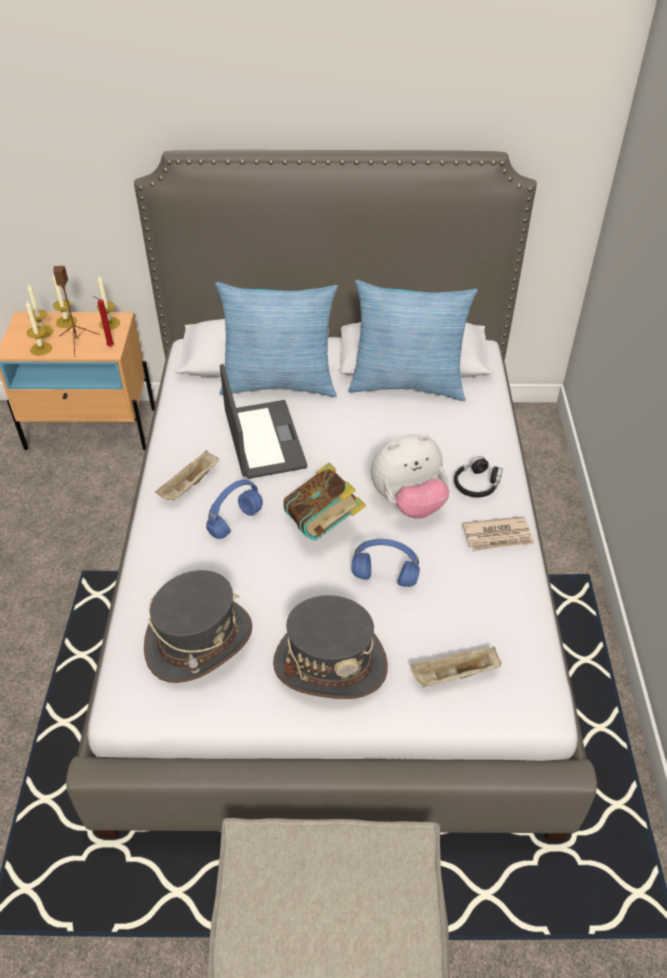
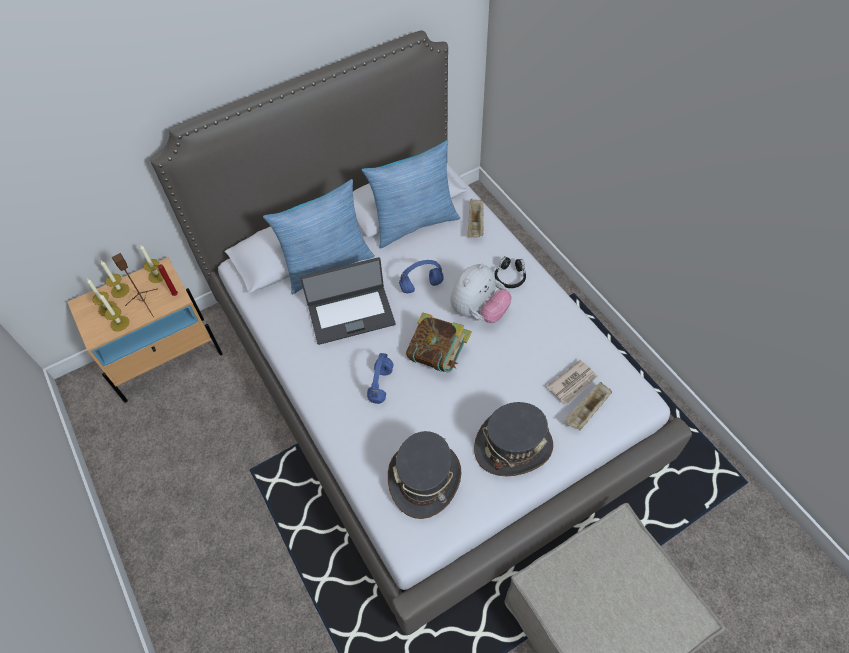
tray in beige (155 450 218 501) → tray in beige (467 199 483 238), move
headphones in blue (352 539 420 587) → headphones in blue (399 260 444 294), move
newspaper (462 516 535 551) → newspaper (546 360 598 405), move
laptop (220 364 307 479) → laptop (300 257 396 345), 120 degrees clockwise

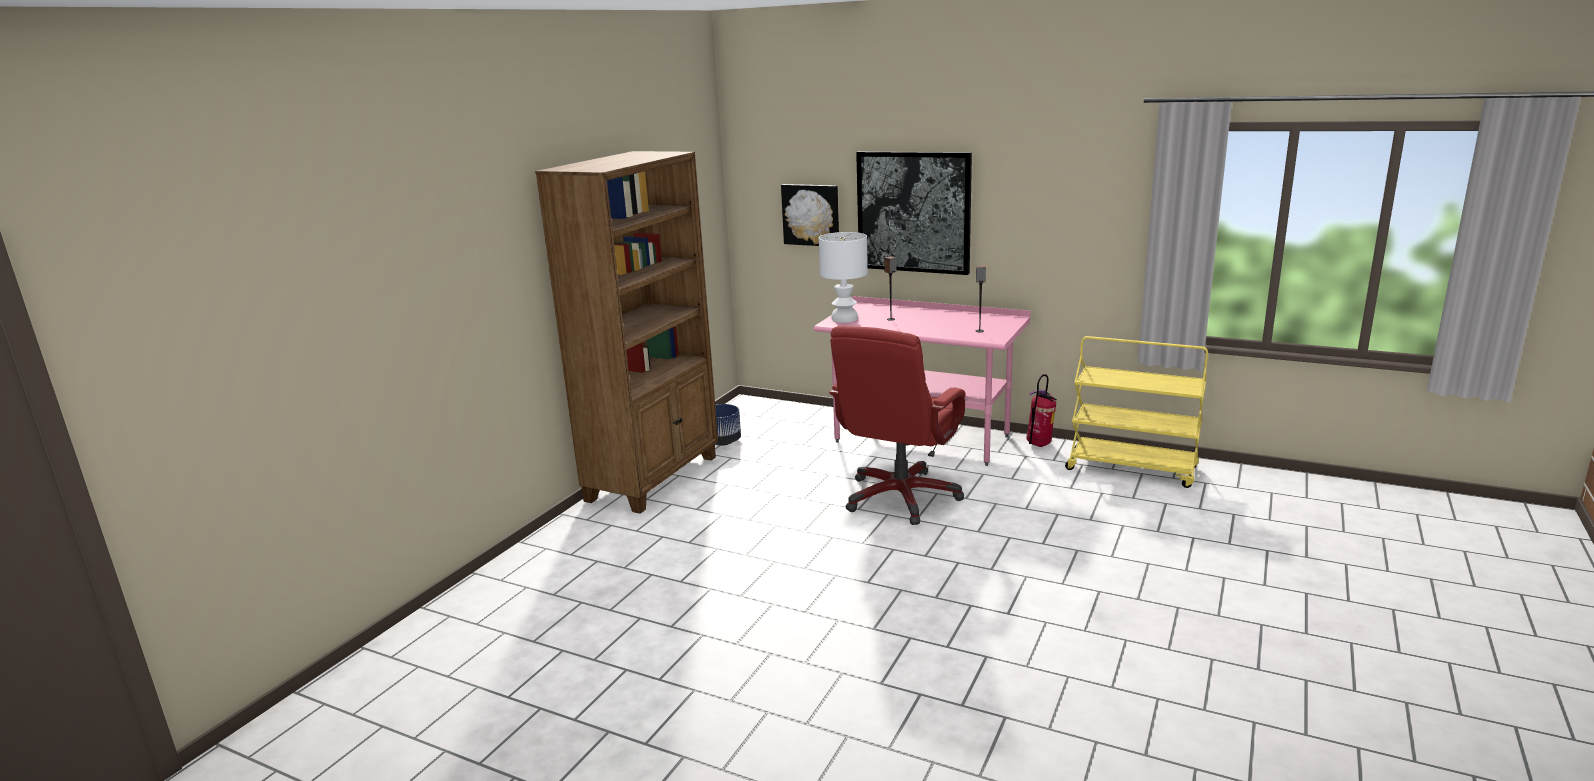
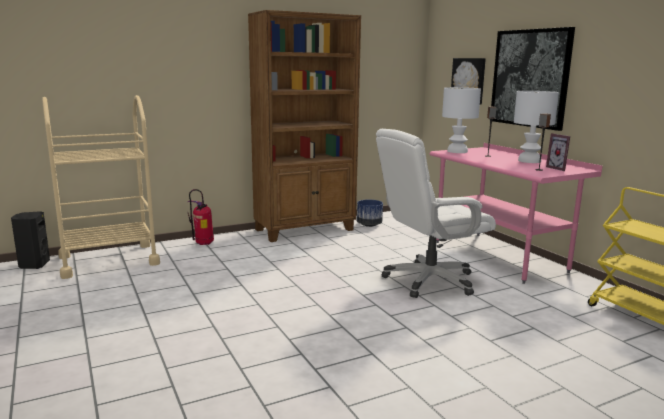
- → speaker in black (11 211 50 269)
- → cart in beige (42 95 160 279)
- → table lamp in white (514 91 559 163)
- → picture frame (546 133 570 171)
fire extinguisher (1026 374 1057 447) → fire extinguisher (187 189 214 245), move
office chair in red (829 326 966 525) → office chair in white (376 129 496 298)

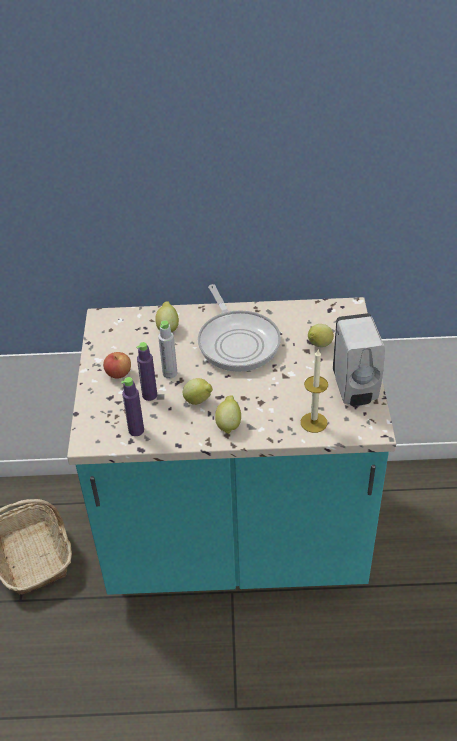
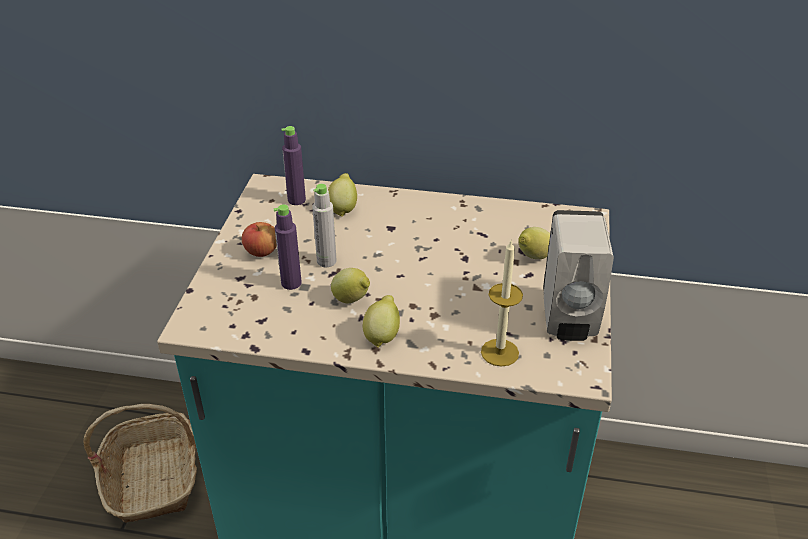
frying pan (198 284 281 372) → -
bottle in purple (121 377 144 436) → bottle in purple (281 126 306 205), move

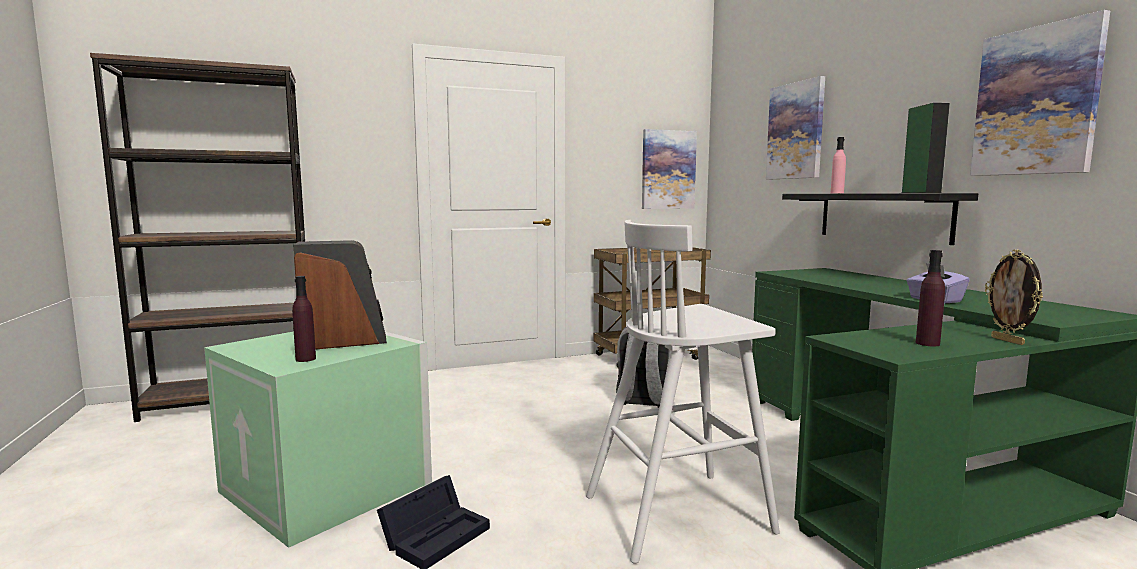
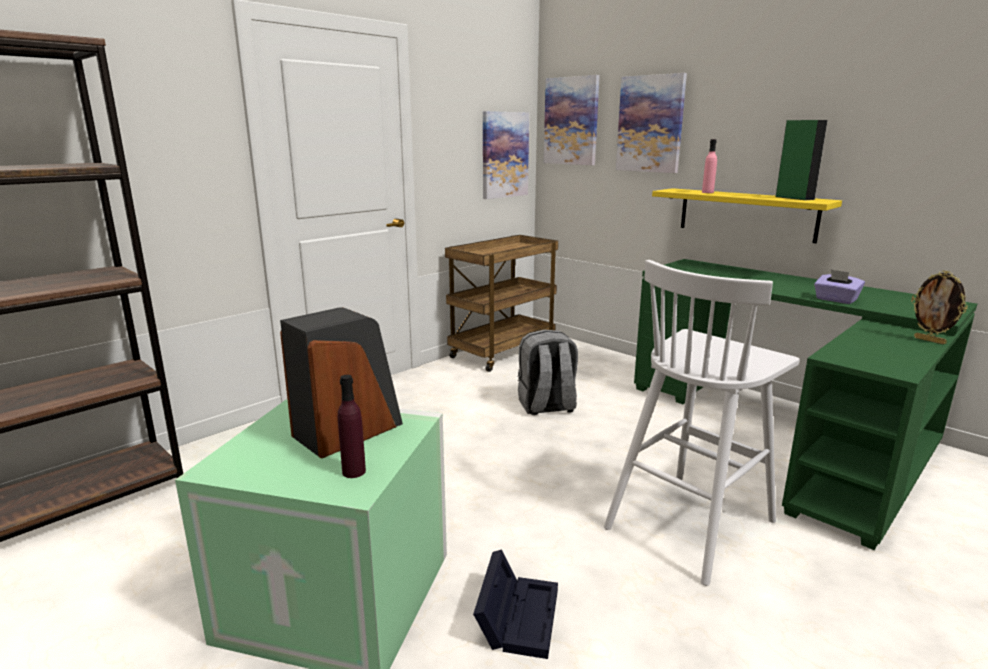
bottle in purple (916 250 945 346) → -
picture (970 10 1110 176) → picture (544 75 600 165), move
shelf in black (782 193 978 245) → shelf in yellow (652 188 842 243)

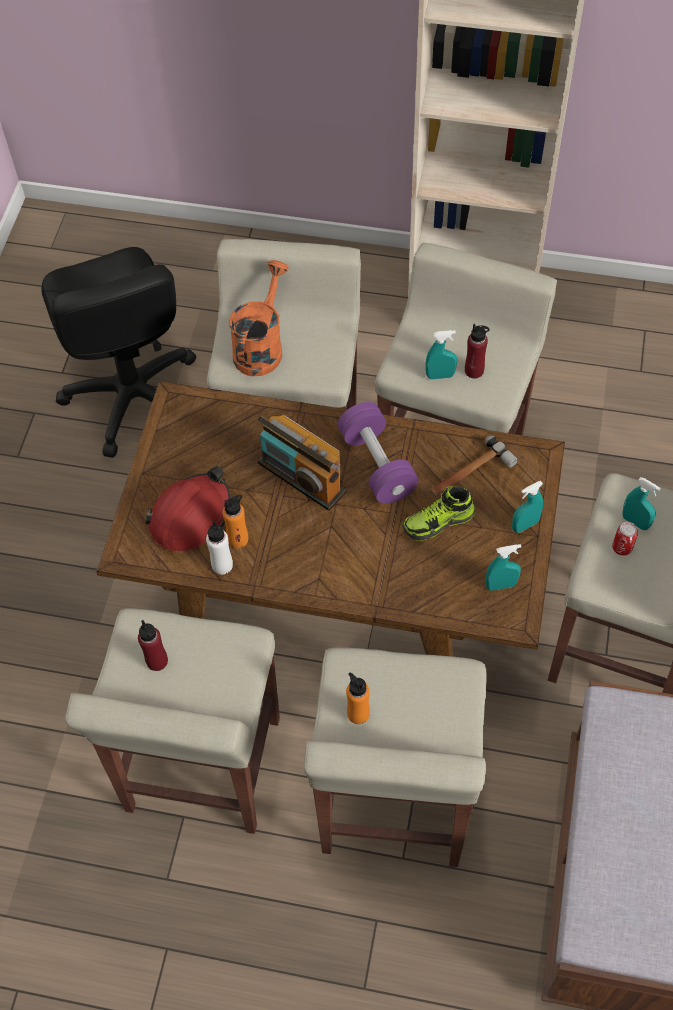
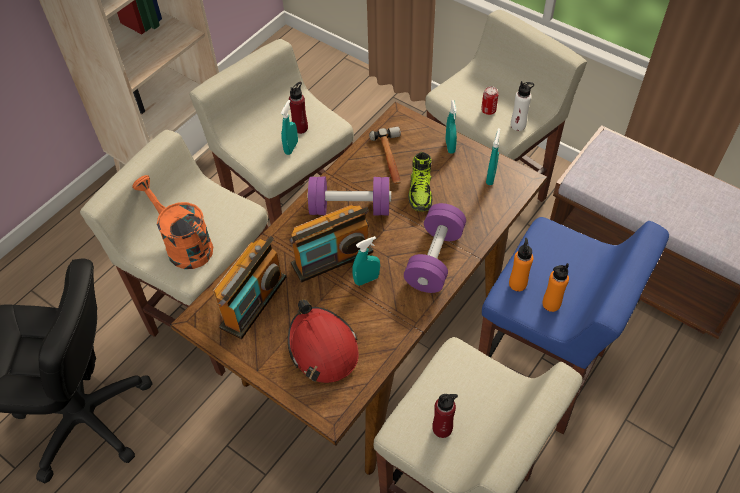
- → radio (213 236 286 339)
- → dumbbell in purple (404 203 466 293)
bottle in white (206 520 233 575) → bottle in white (511 81 534 131), move
bottle in orange (222 495 248 548) → bottle in orange (509 238 533 291), move
spray bottle in turquoise (622 477 661 530) → spray bottle in turquoise (352 236 380 286), move
stool in beige (304 648 486 867) → stool in blue (479 217 669 434)

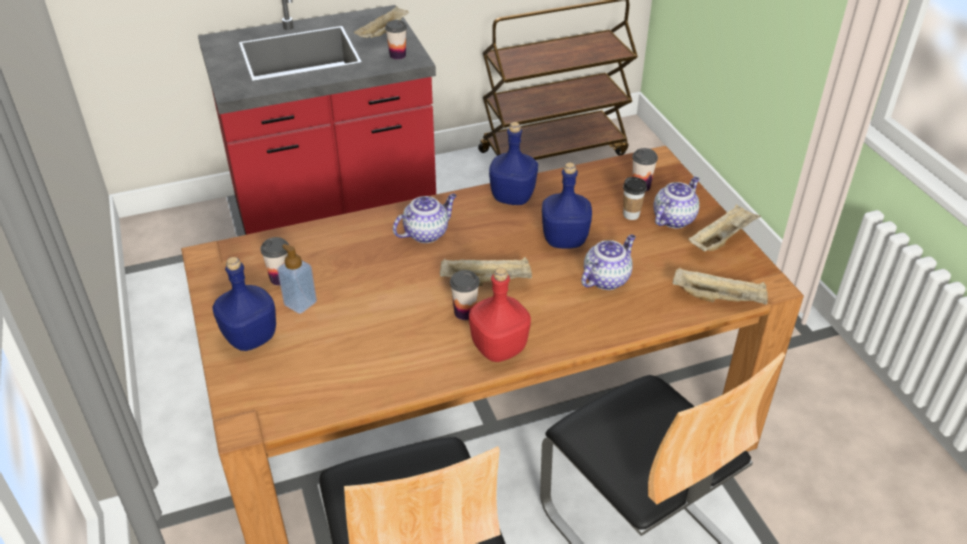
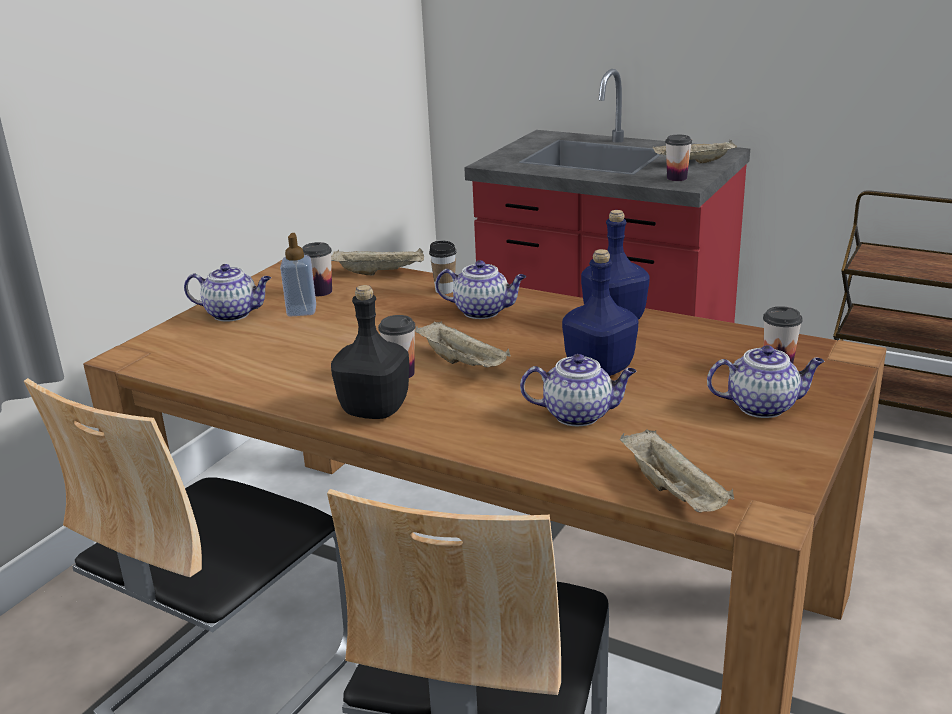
cup (623 177 647 220) → cup (429 240 457 294), move
tray in beige (688 204 761 251) → tray in beige (331 248 424 275), move
bottle in blue (212 257 276 351) → teapot (184 264 271 322)
bottle in red (469 267 531 362) → bottle in black (331 285 409 419)

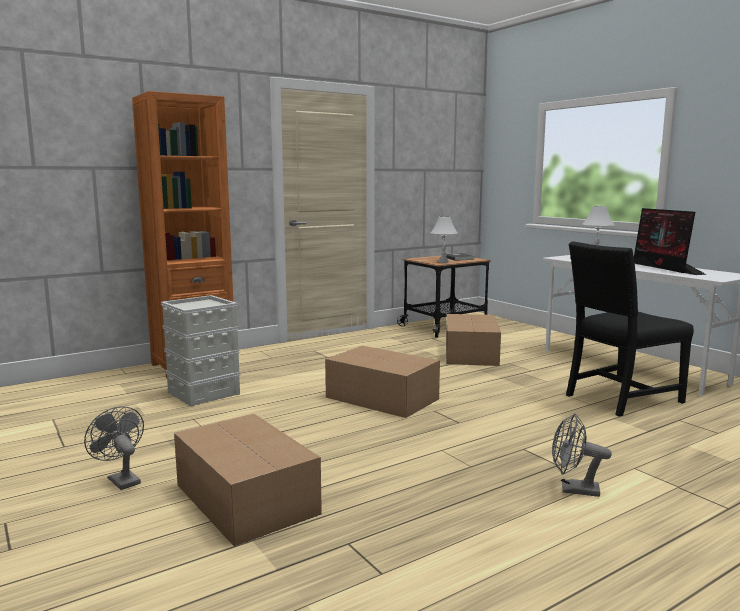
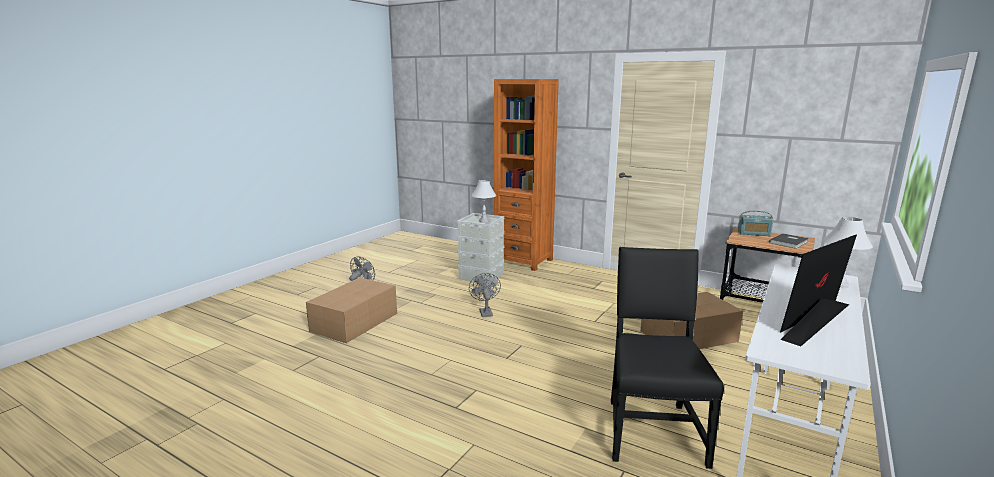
cardboard box (325 346 440 418) → -
- → radio (738 211 773 236)
table lamp in white (431 216 458 263) → table lamp in white (471 180 496 223), move
fan in grey (552 414 612 497) → fan in grey (469 273 501 317), move
chair in black (566 241 694 416) → chair in black (611 247 724 469), 60 degrees clockwise

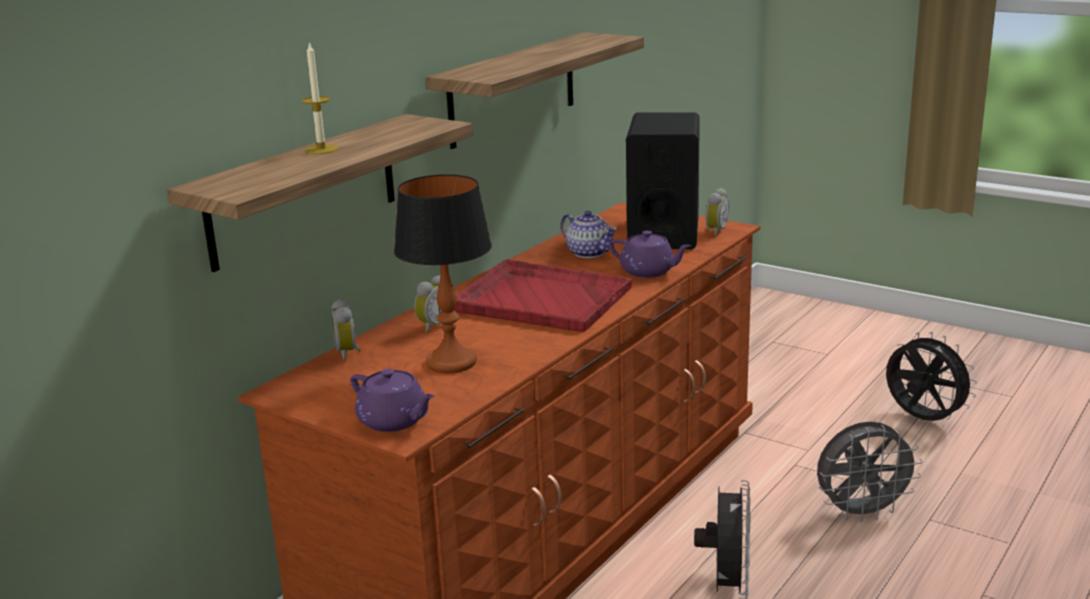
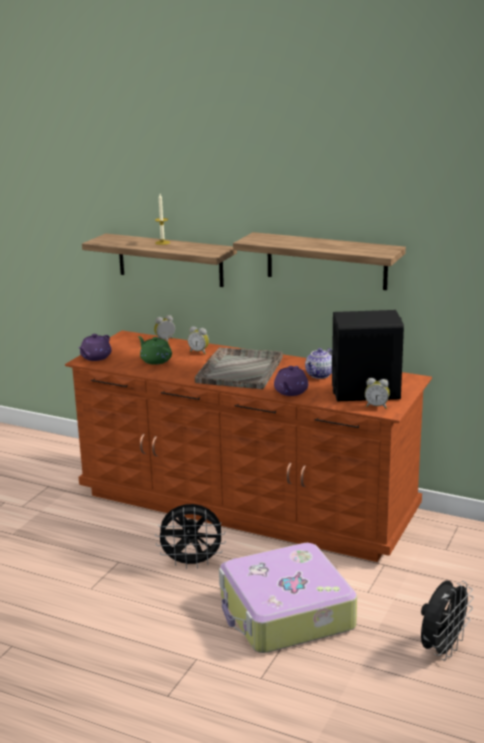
table lamp (394 174 492 373) → teapot in green (138 336 172 365)
fan in grey (817 421 923 522) → suitcase (219 543 357 653)
tray in red (454 259 632 332) → tray in grey (195 347 283 389)

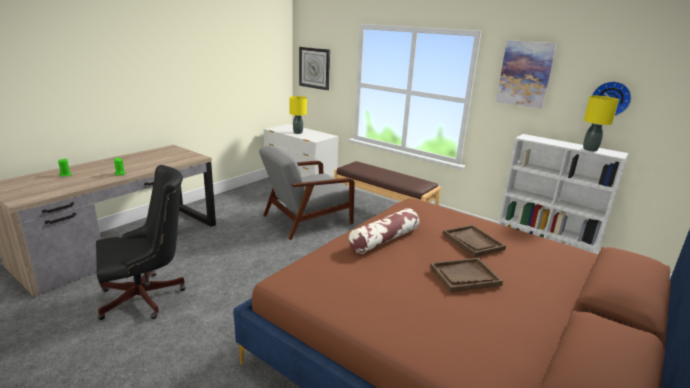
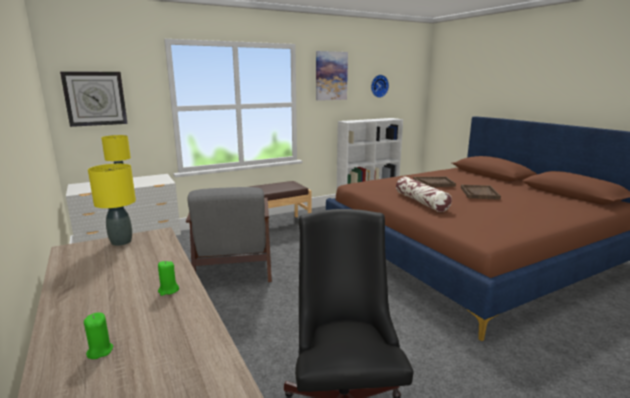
table lamp in yellow (583 96 619 151) → table lamp in yellow (88 164 136 246), move

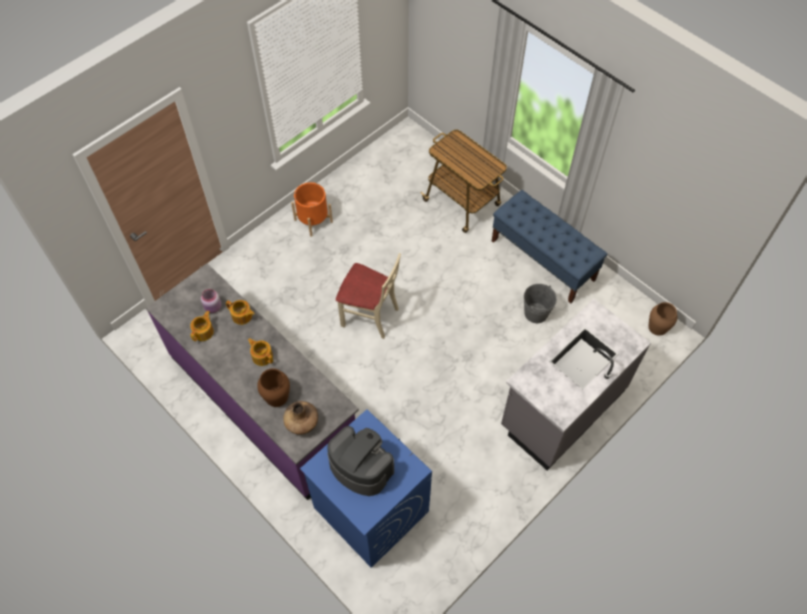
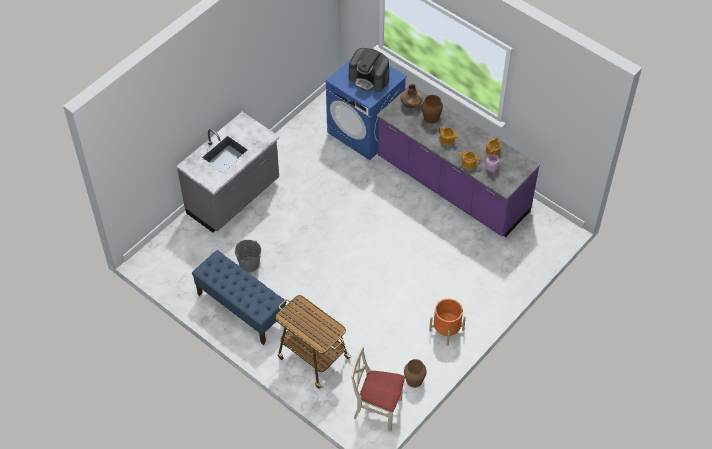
chair in beige (336 253 401 339) → chair in beige (351 346 405 432), move
vase in brown (648 302 677 336) → vase in brown (404 359 427 388), move

